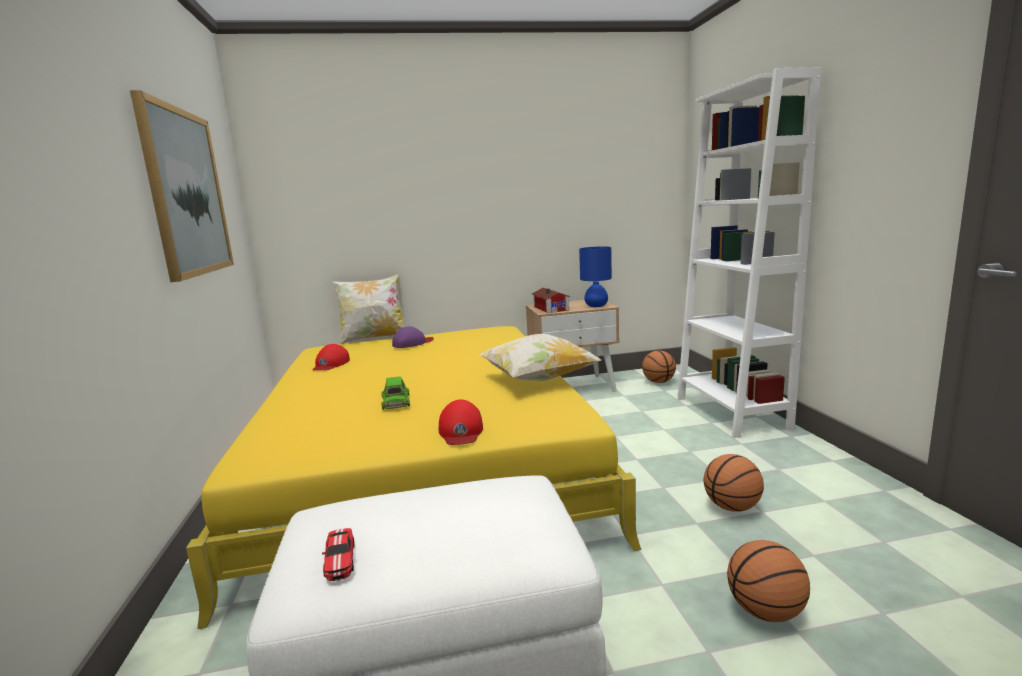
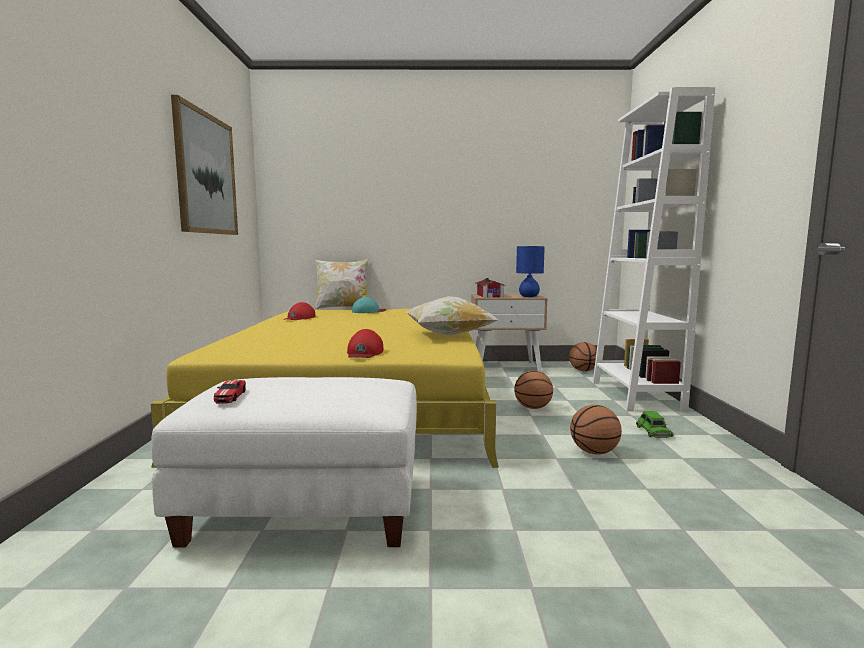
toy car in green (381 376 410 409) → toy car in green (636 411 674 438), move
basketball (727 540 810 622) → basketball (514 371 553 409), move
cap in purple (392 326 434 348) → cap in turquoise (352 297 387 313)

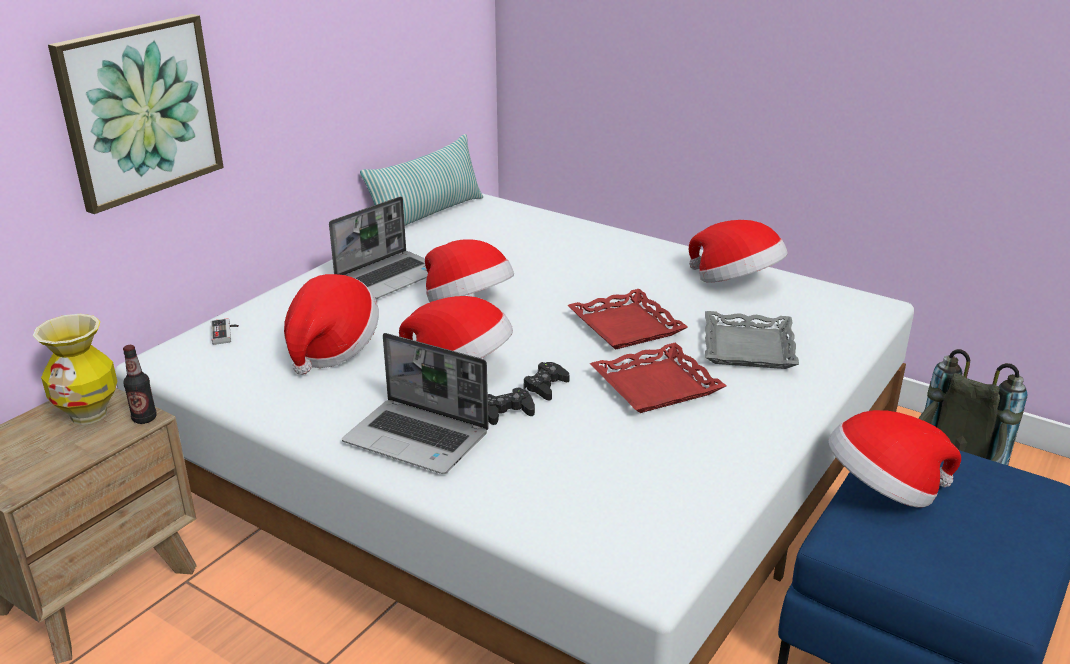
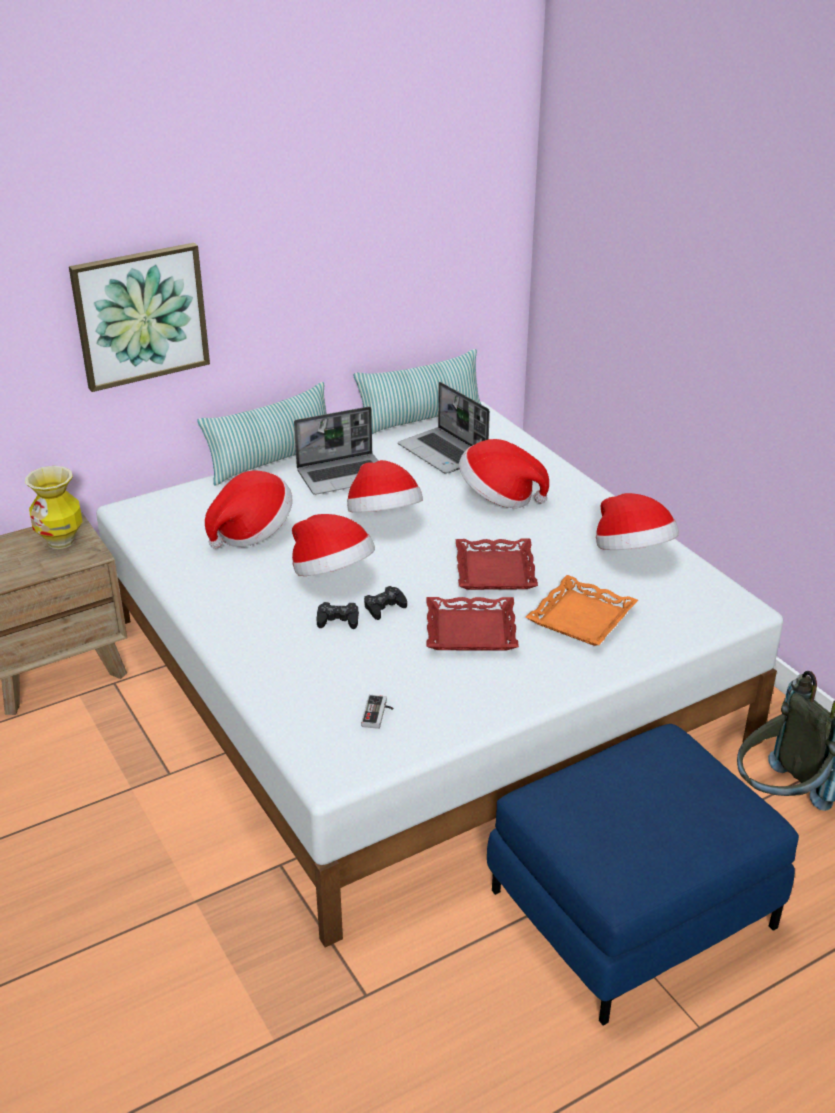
bottle (123 345 157 424) → -
- → pillow (197 382 327 486)
game controller (211 318 239 345) → game controller (361 695 393 729), move
laptop (342 333 489 474) → laptop (398 382 490 474), move
hat (828 410 961 508) → hat (459 439 549 509), move
tray in grey (705 311 799 369) → tray in orange (525 575 638 646)

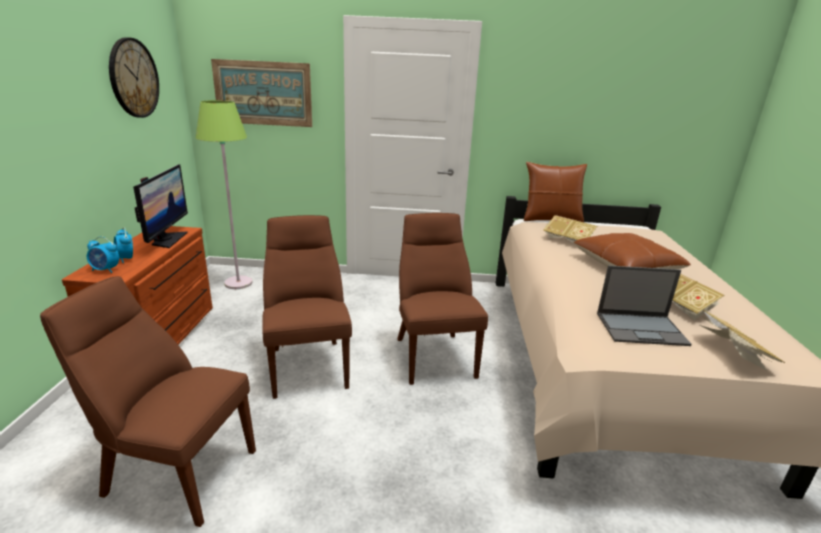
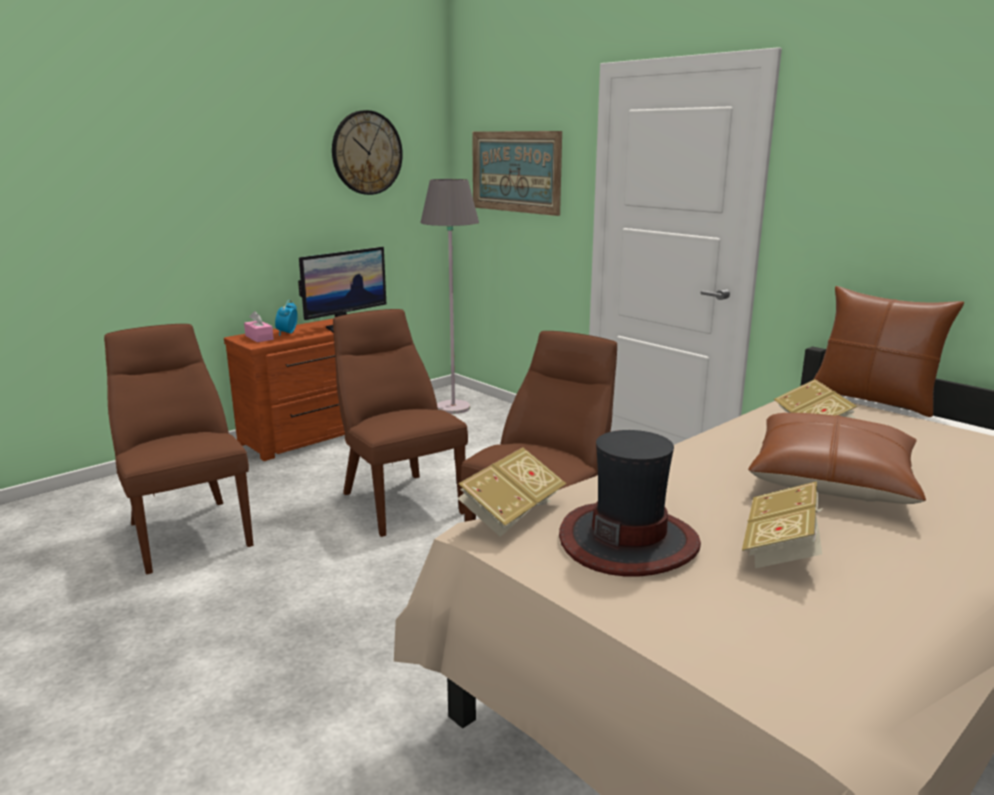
book (700 310 785 370) → book (457 447 567 537), move
alarm clock (87 236 119 273) → tissue box in pink (244 311 274 342)
laptop (597 265 692 346) → hat (559 430 701 577)
floor lamp in green (196 100 253 289) → floor lamp in grey (420 179 479 414)
chair in brown (262 215 352 399) → chair in brown (333 309 468 537), 60 degrees counterclockwise

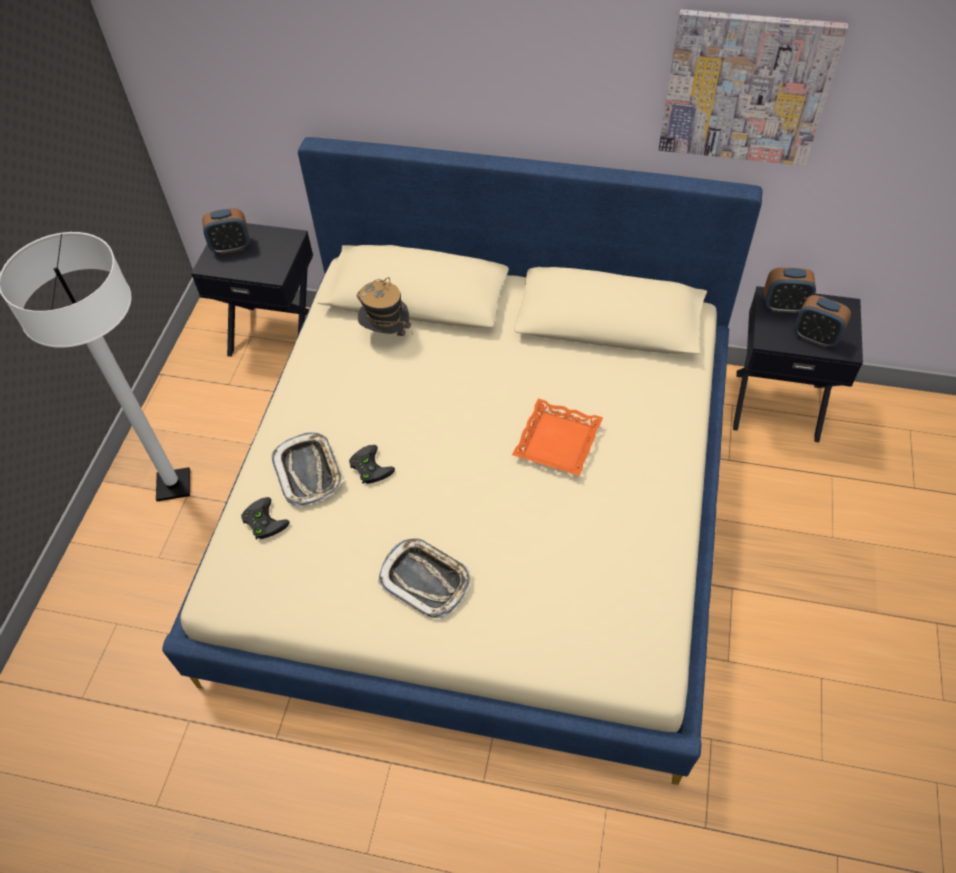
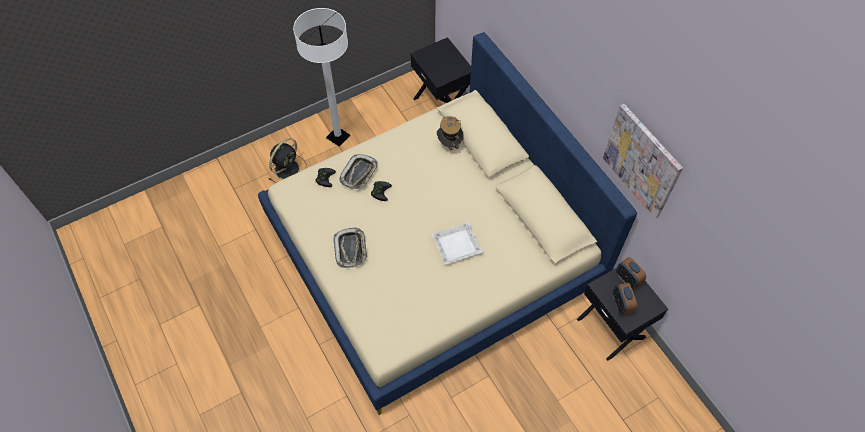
alarm clock (202 208 250 254) → -
- → fan in black (269 138 306 183)
tray in orange (512 399 603 476) → tray in white (432 222 483 265)

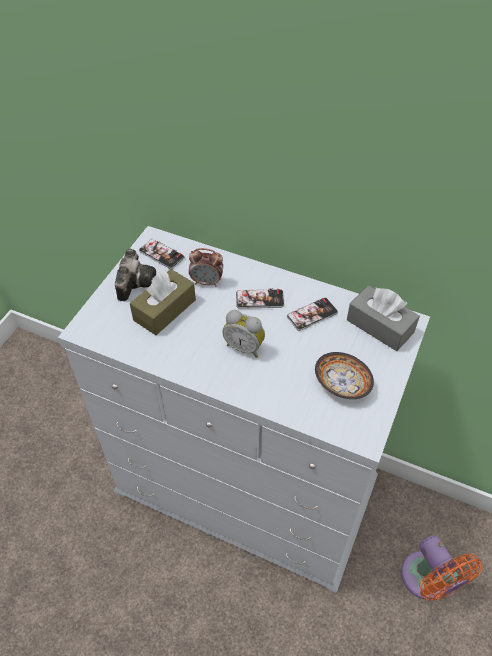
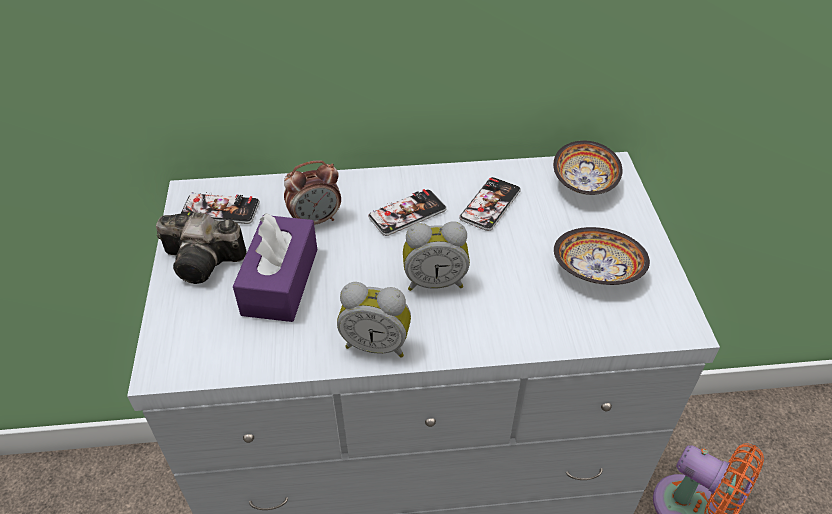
- → alarm clock (337 282 411 357)
tissue box in grey (347 286 420 351) → bowl (553 141 623 195)
tissue box in brown (130 269 196 335) → tissue box in purple (233 213 318 322)
photo camera (115 249 156 301) → photo camera (156 212 247 284), 120 degrees clockwise

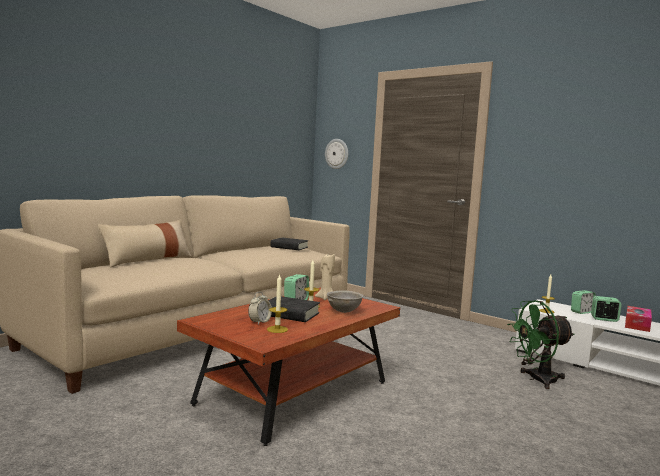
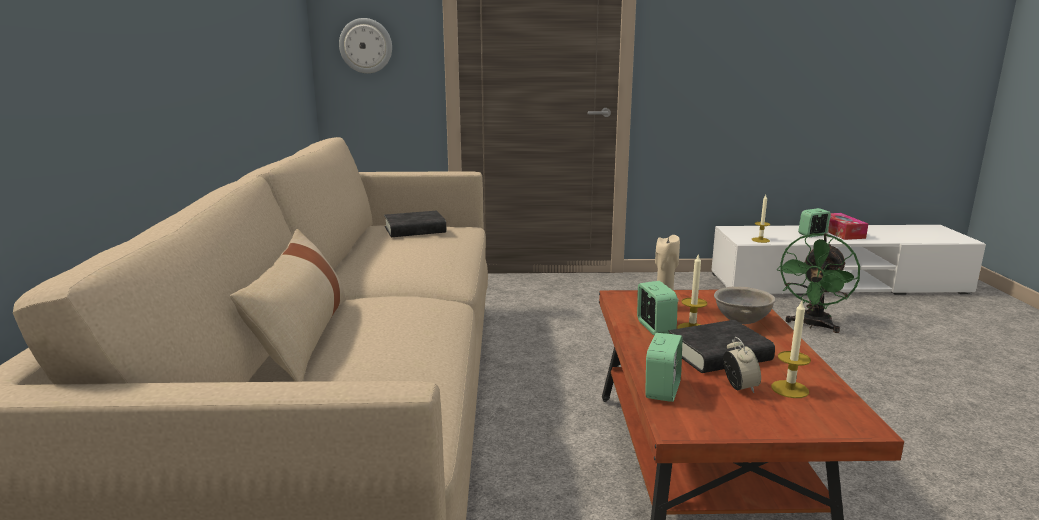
alarm clock (571 290 596 314) → alarm clock (645 333 682 402), move

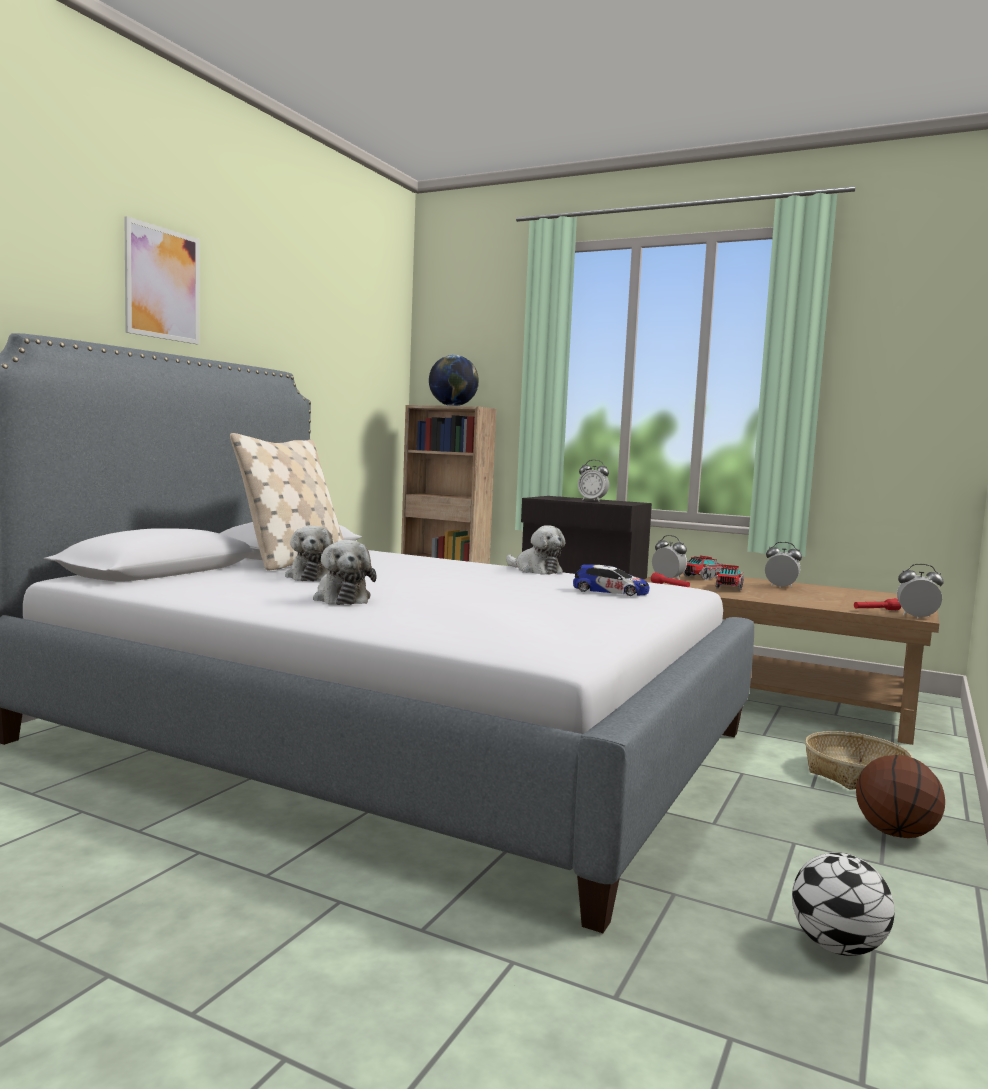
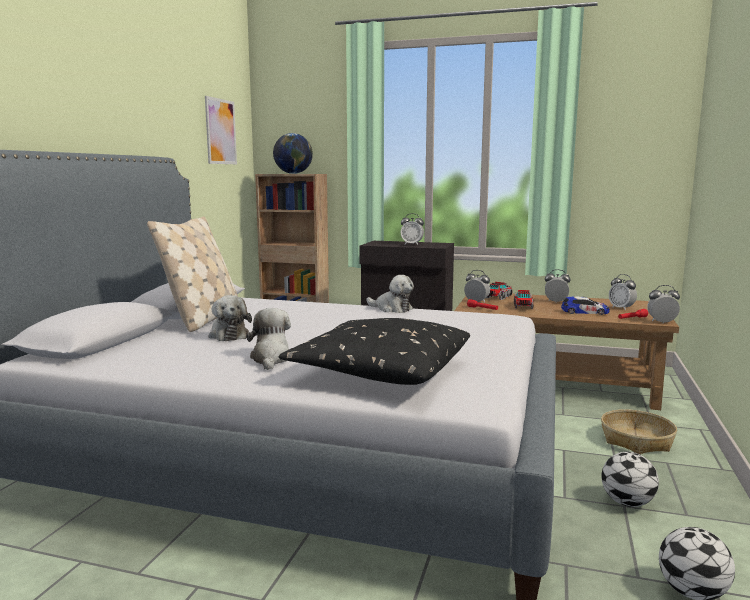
basketball (856 755 945 838) → -
- → pillow in black (279 318 470 385)
- → football (602 452 659 507)
- → alarm clock (609 274 637 310)
picture (124 216 200 344) → picture (205 96 237 164), move
toy car (573 565 650 596) → toy car (561 296 610 315), move
plush toy (313 540 377 605) → plush toy (246 308 291 370), 150 degrees counterclockwise

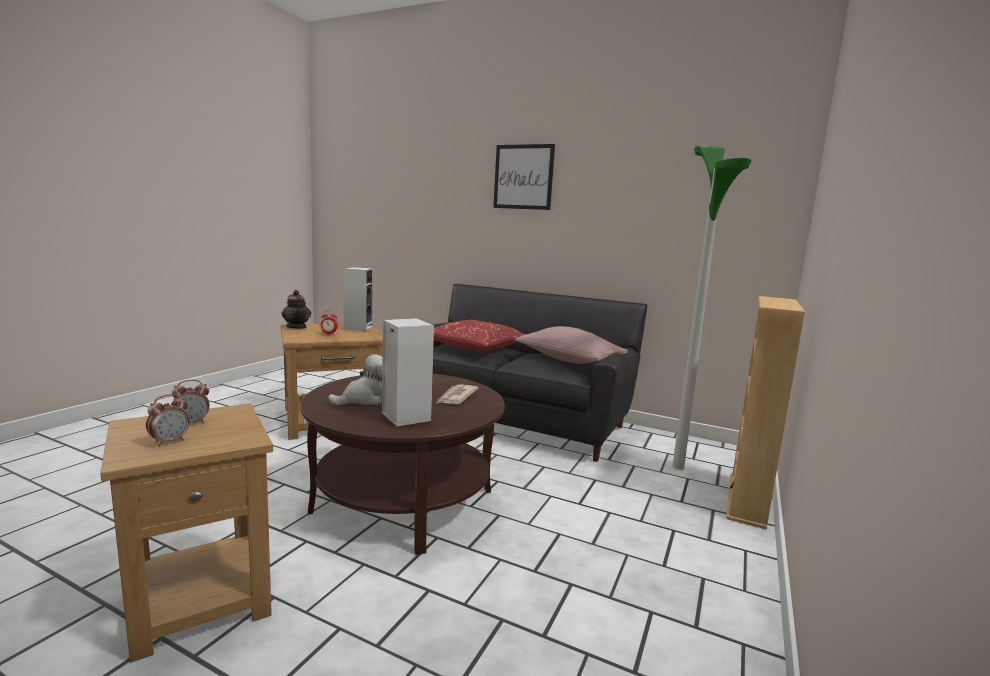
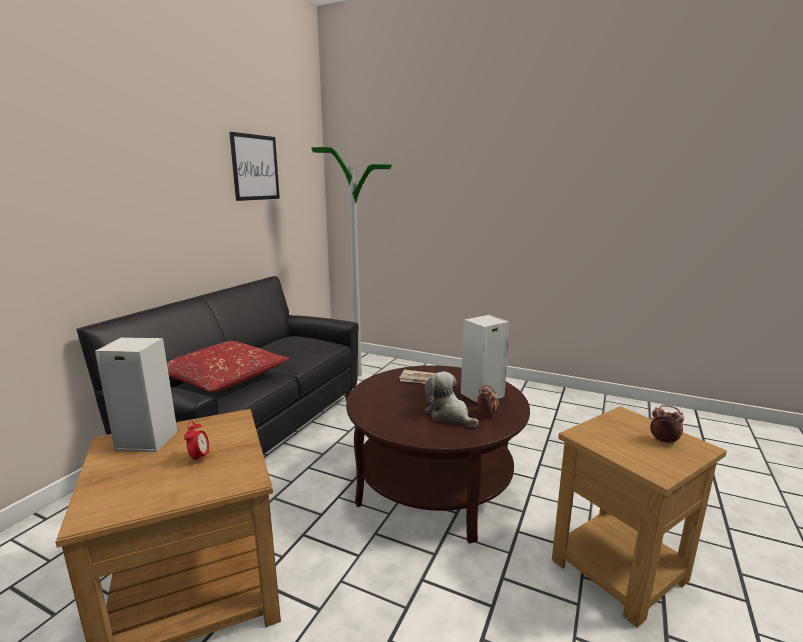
teapot (281 290 311 329) → -
pillow in pink (515 326 628 364) → -
bookcase in beige (726 296 805 529) → -
alarm clock (172 380 210 423) → alarm clock (477 385 499 418), move
picture (493 144 555 210) → picture (229 132 280 201), move

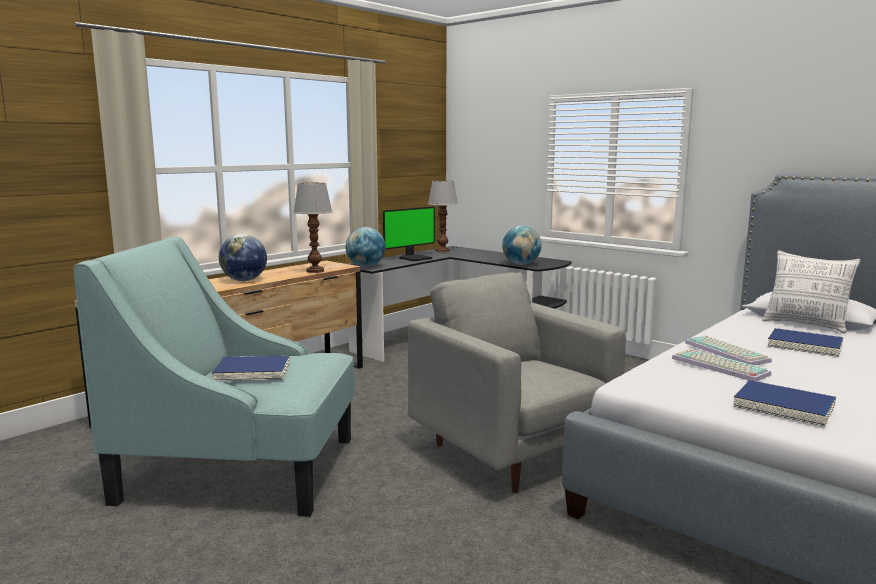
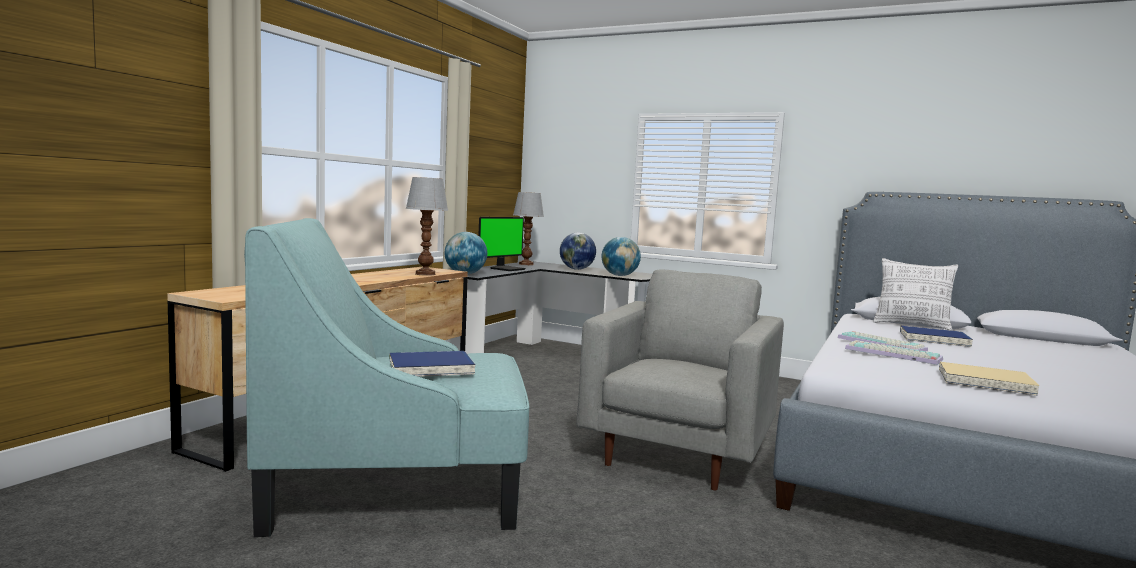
globe (219 234 267 281) → globe (560 232 596 270), move
book in blue (733 380 836 427) → book in beige (939 362 1040 396)
armchair in grey (408 272 626 493) → armchair in grey (576 270 784 490), 75 degrees clockwise

